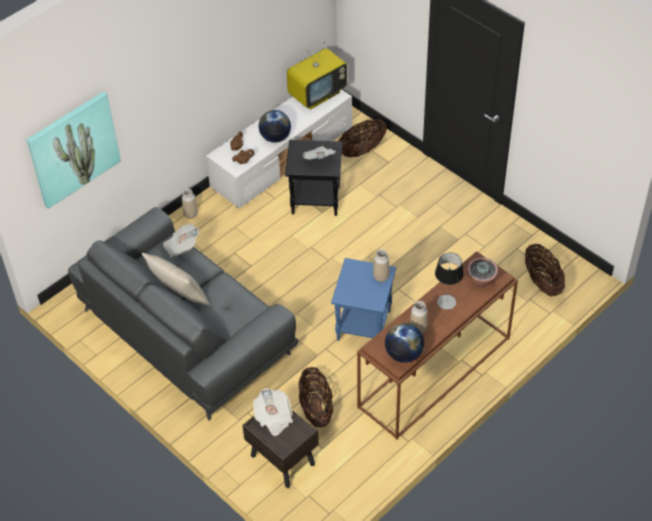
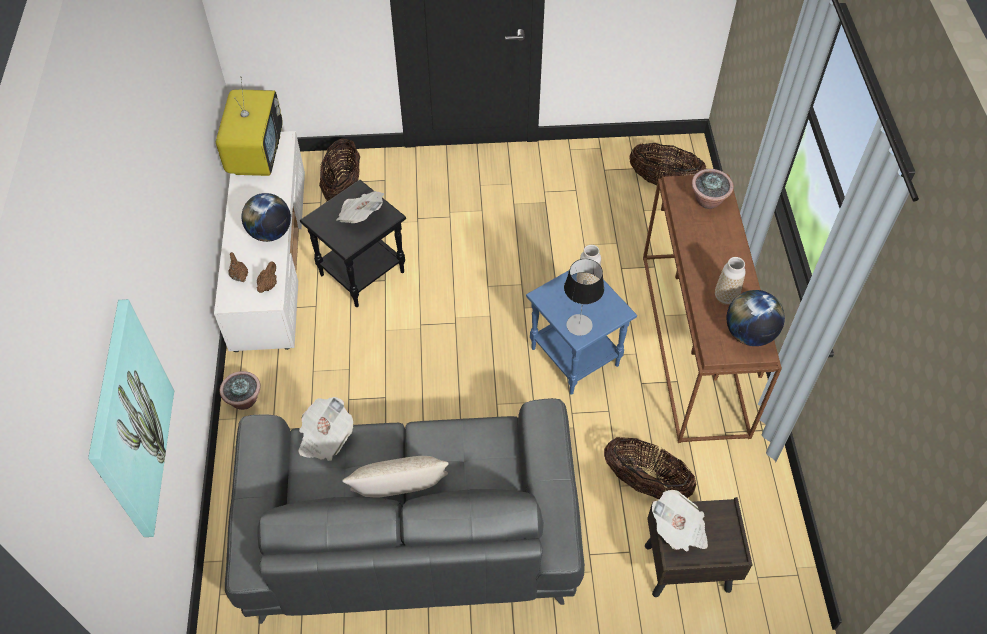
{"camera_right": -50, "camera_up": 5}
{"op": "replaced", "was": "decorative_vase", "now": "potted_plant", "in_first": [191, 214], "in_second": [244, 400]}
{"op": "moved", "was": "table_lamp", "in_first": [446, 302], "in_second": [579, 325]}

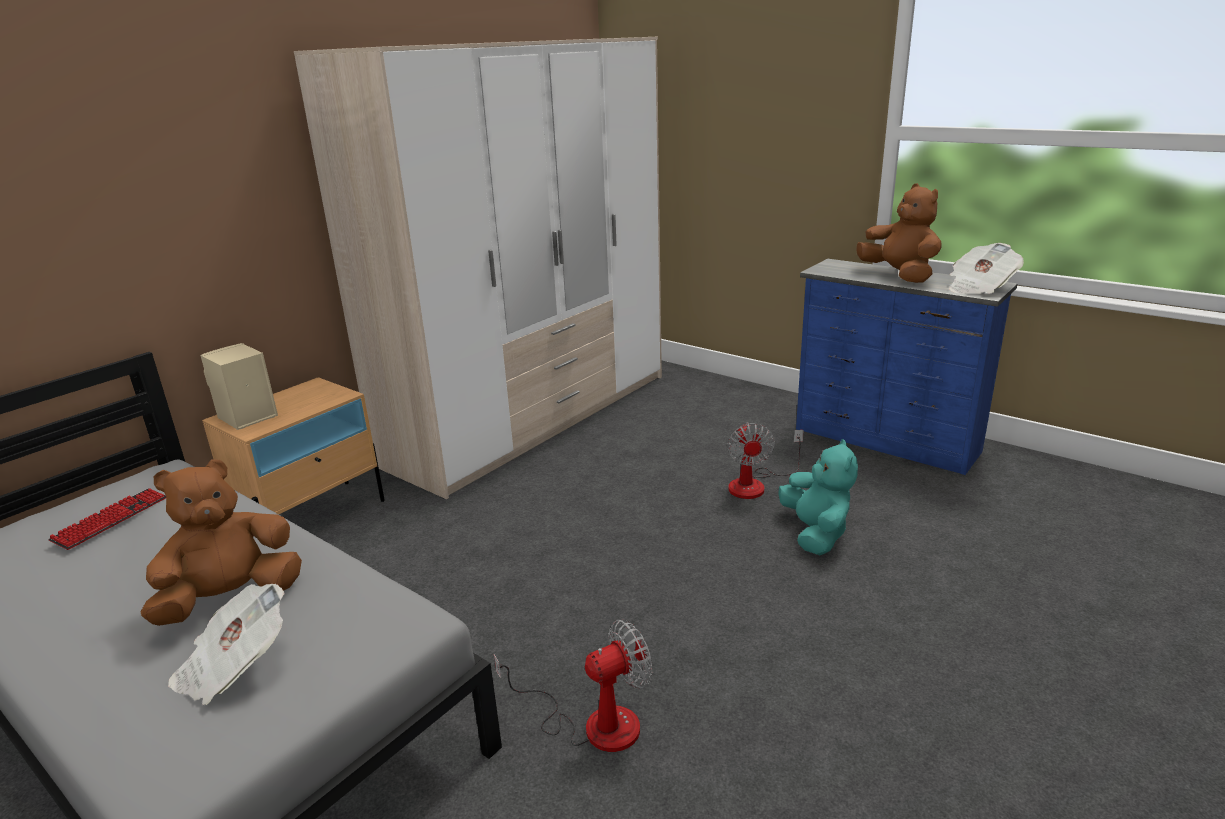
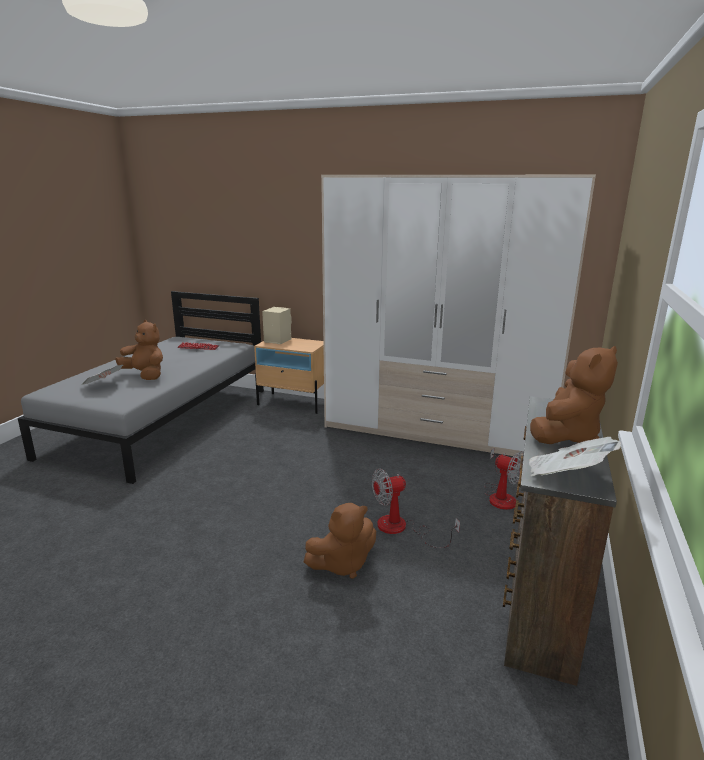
{"camera_right": 70, "camera_up": -5}
{"op": "recoloured", "was": "blue-coloured_drawer_chest", "now": "brown-coloured_drawer_chest", "in_first": [885, 441], "in_second": [538, 601]}
{"op": "recoloured", "was": "turquoise-coloured_soft_toy", "now": "brown-coloured_soft_toy", "in_first": [816, 533], "in_second": [342, 564]}
{"op": "moved", "was": "electric_fan", "in_first": [593, 723], "in_second": [501, 496]}

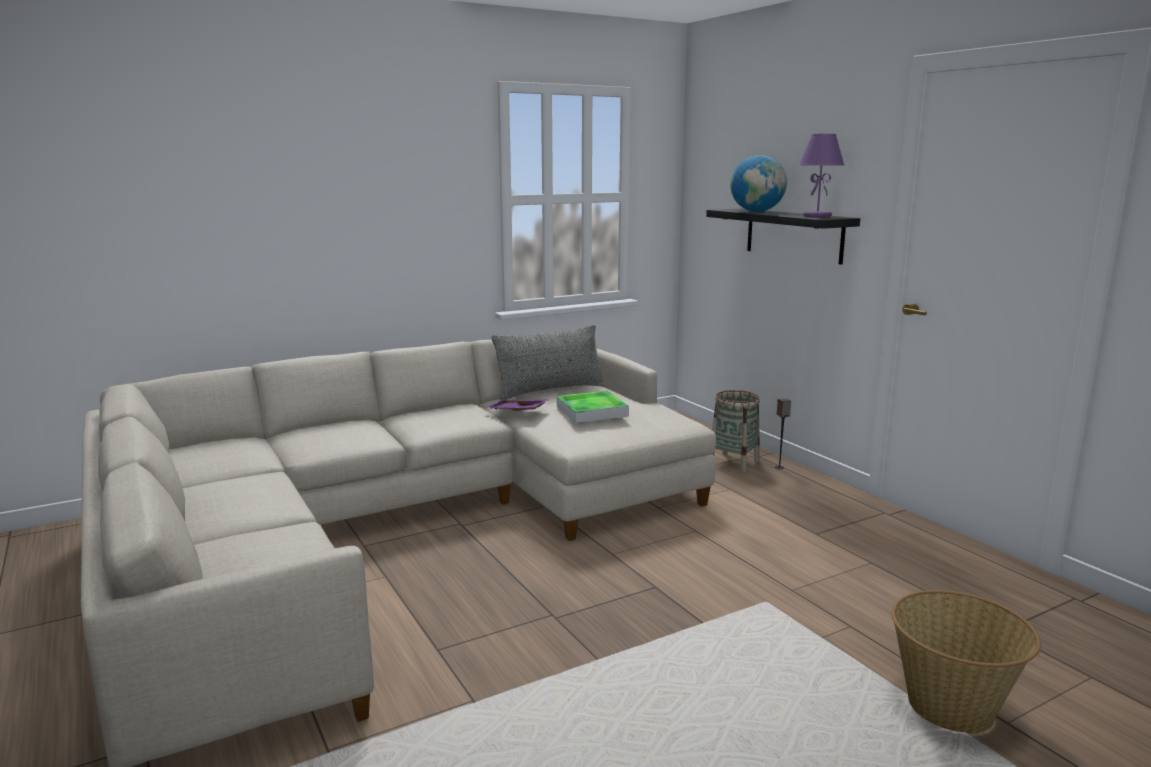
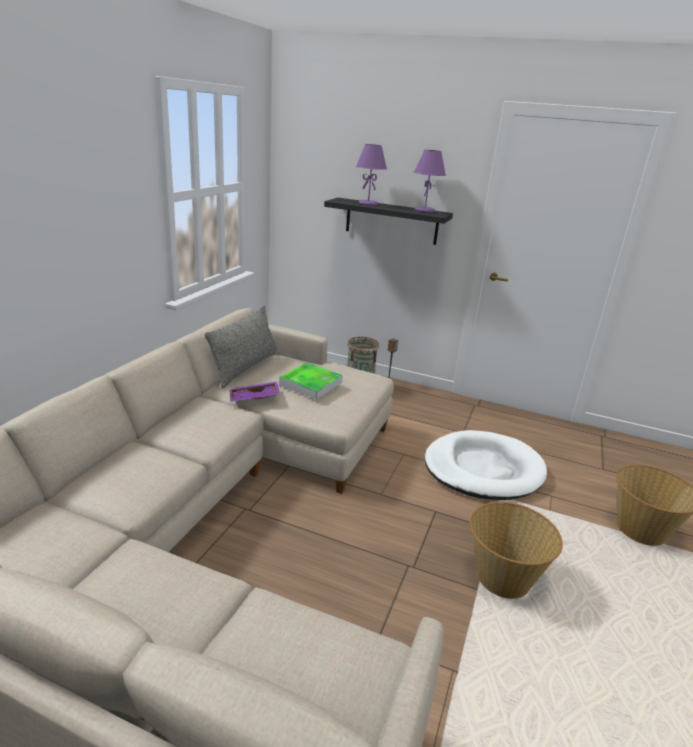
{"camera_right": -40, "camera_up": 10}
{"op": "replaced", "was": "globe", "now": "purple-coloured_table_lamp", "in_first": [757, 211], "in_second": [368, 204]}
{"op": "added", "now": "whitish_pet_bed", "in_second": [483, 469]}
{"op": "added", "now": "basket", "in_second": [502, 577]}

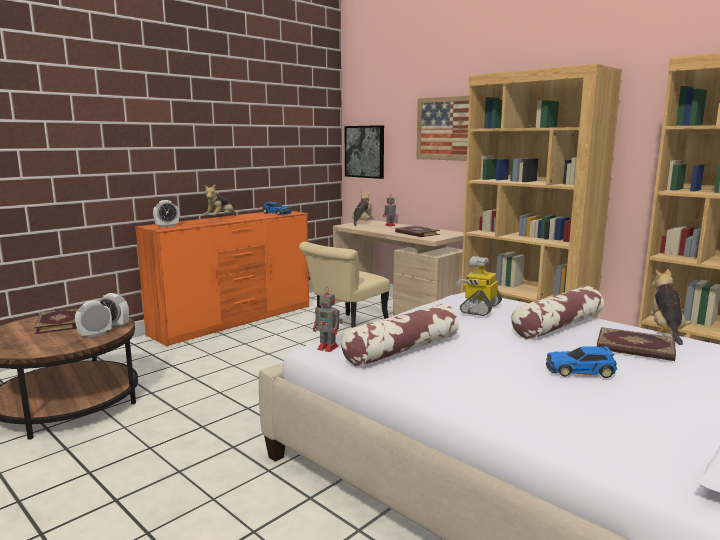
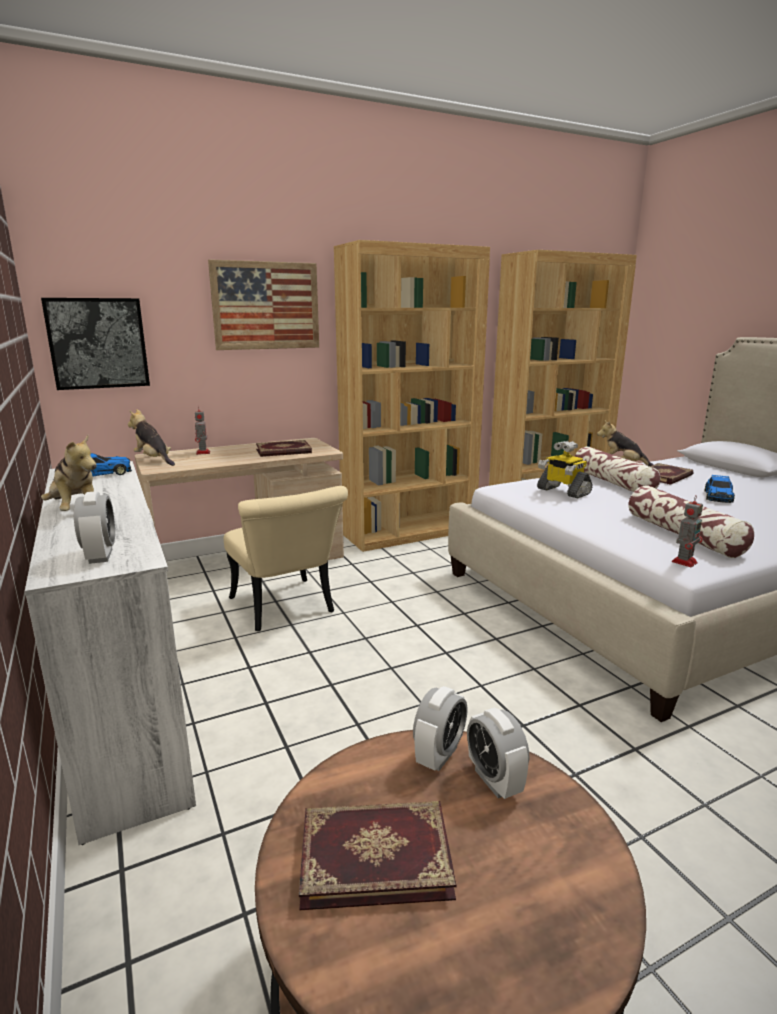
{"camera_right": -70, "camera_up": 5}
{"op": "recoloured", "was": "orange_drawer_chest", "now": "whitish_drawer_chest", "in_first": [234, 320], "in_second": [128, 702]}

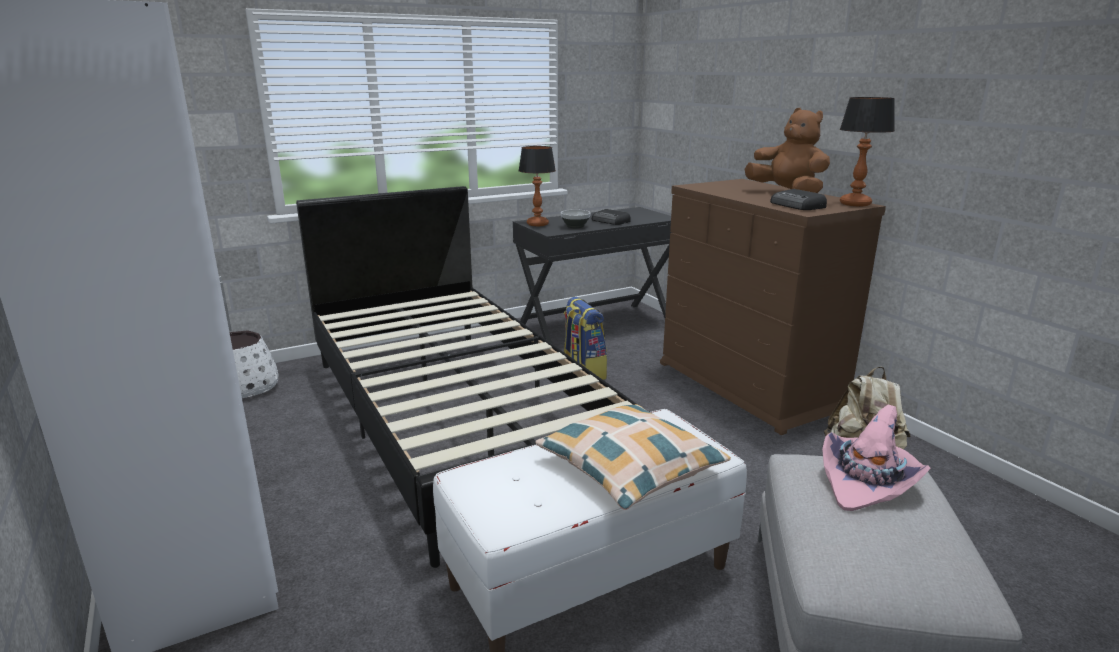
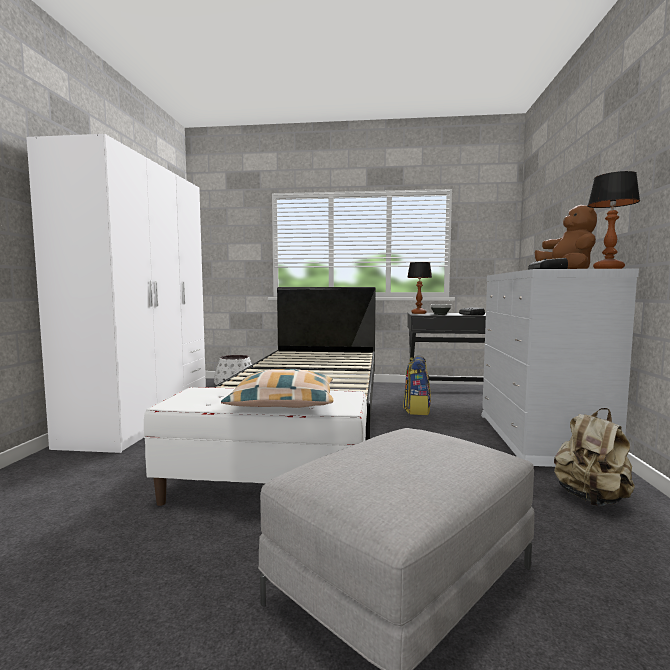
{"camera_right": 35, "camera_up": -15}
{"op": "recoloured", "was": "brown-coloured_drawer_chest", "now": "whitish_drawer_chest", "in_first": [750, 385], "in_second": [541, 439]}
{"op": "removed", "was": "pink-coloured_wearable_hat", "in_first": [867, 482]}

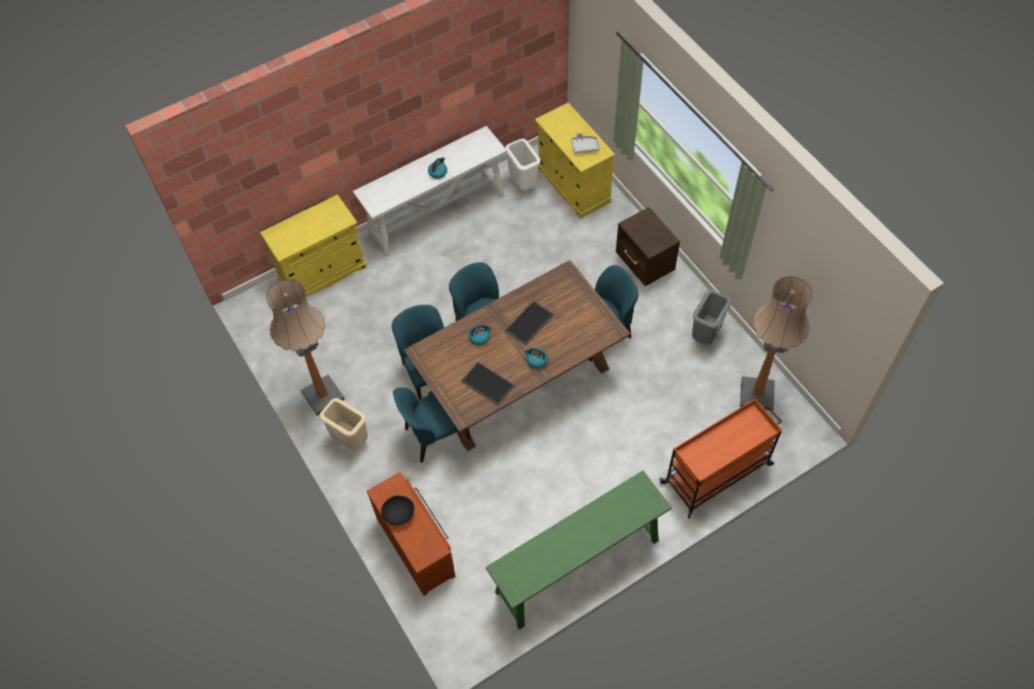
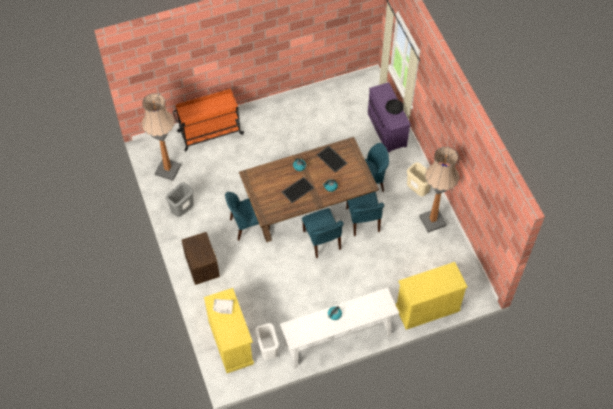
{"camera_right": -170, "camera_up": 0}
{"op": "removed", "was": "greenish_hall_table", "in_first": [576, 566]}
{"op": "recoloured", "was": "brown-coloured_drawer_chest", "now": "purple-coloured_drawer_chest", "in_first": [417, 545], "in_second": [385, 129]}

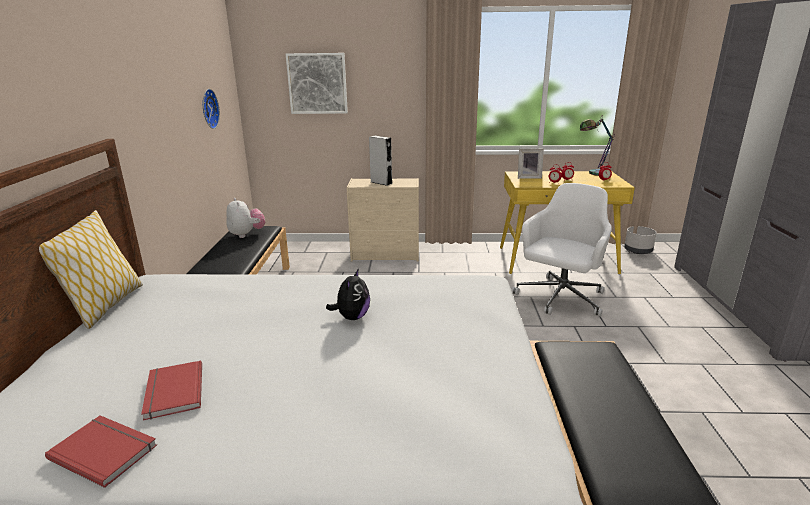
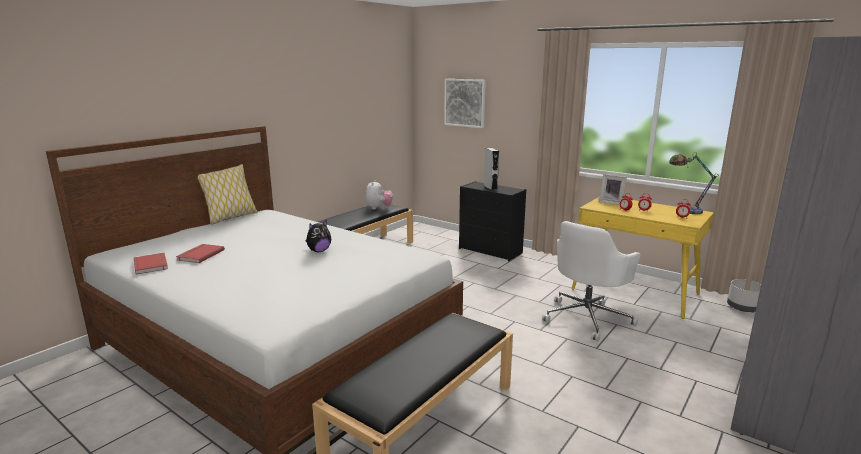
{"camera_right": 35, "camera_up": -5}
{"op": "removed", "was": "clock_on_the_wall", "in_first": [208, 109]}
{"op": "recoloured", "was": "beige_drawer_chest", "now": "black-coloured_drawer_chest", "in_first": [386, 255], "in_second": [491, 251]}
{"op": "turned", "was": "whitish_desk_chair", "in_first": [560, 298], "in_second": [587, 318], "clockwise": 150}

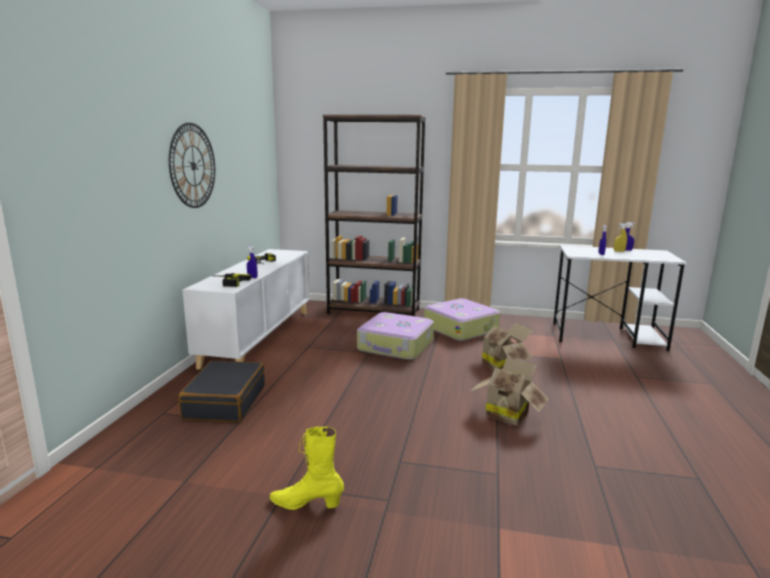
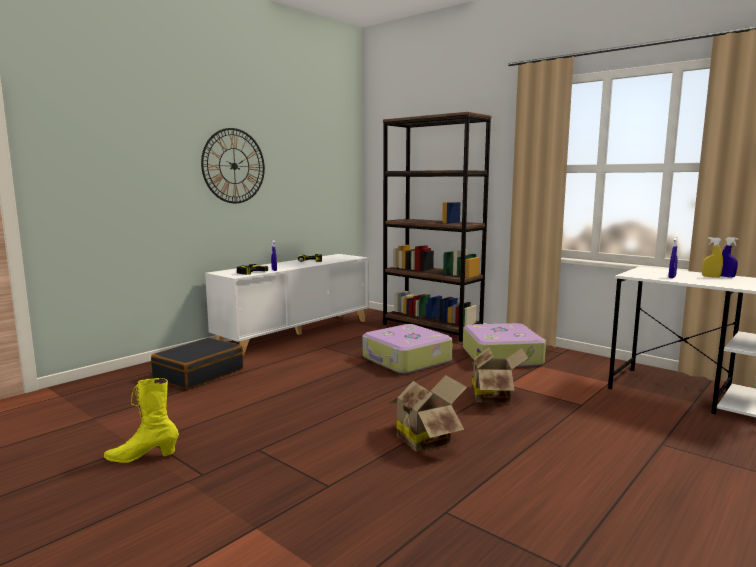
{"camera_right": 30, "camera_up": -5}
{"op": "turned", "was": "yellow_high-top_boot", "in_first": [306, 504], "in_second": [142, 457], "clockwise": -45}

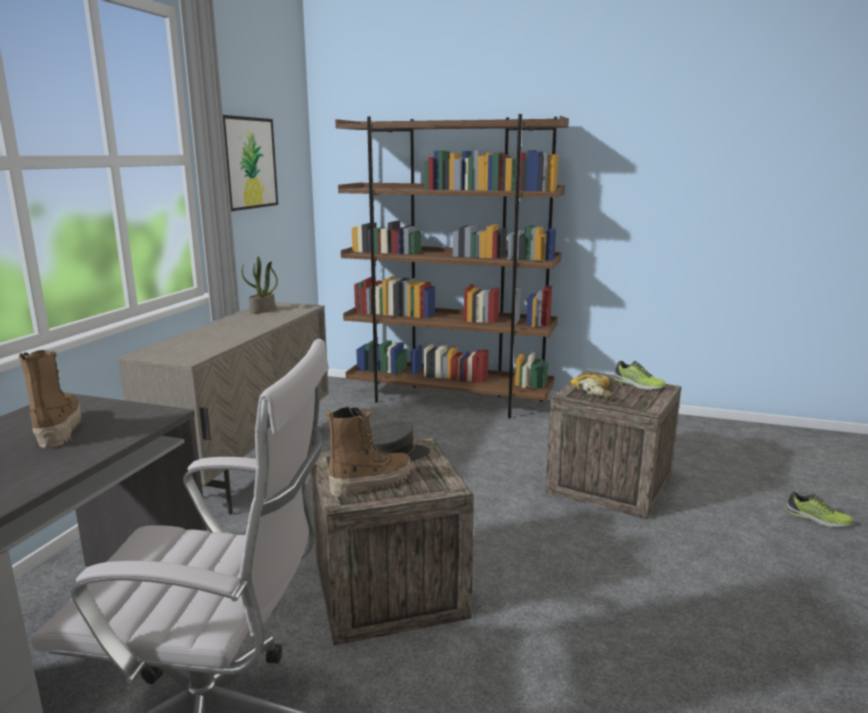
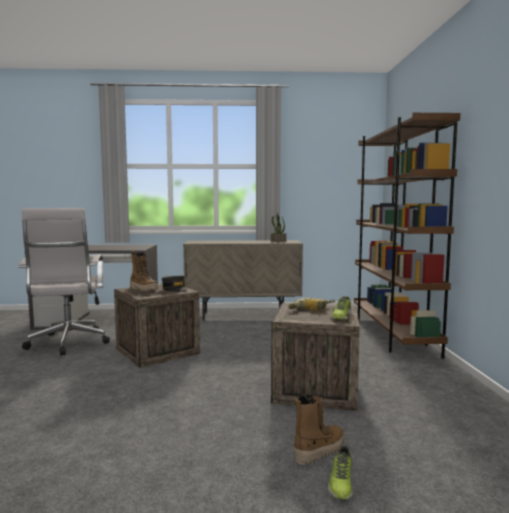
{"camera_right": 70, "camera_up": -10}
{"op": "removed", "was": "wall_picture", "in_first": [247, 163]}
{"op": "moved", "was": "high-top_boot", "in_first": [58, 430], "in_second": [319, 451]}

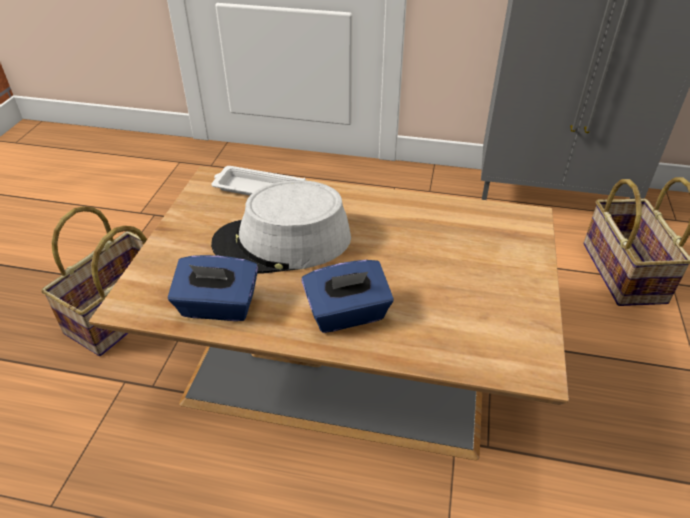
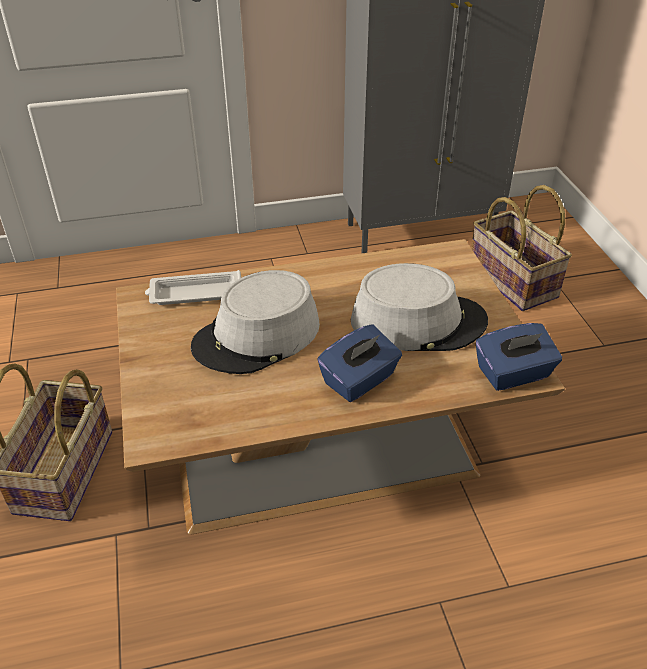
{"camera_right": -25, "camera_up": 0}
{"op": "moved", "was": "blue-coloured_tissue_holder", "in_first": [218, 307], "in_second": [513, 374]}
{"op": "added", "now": "greyish_wearable_hat", "in_second": [418, 321]}

